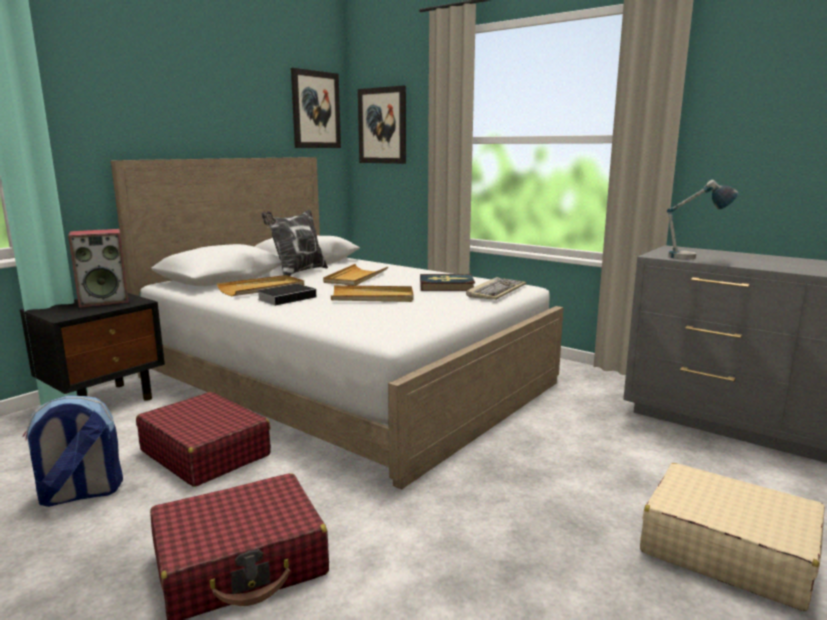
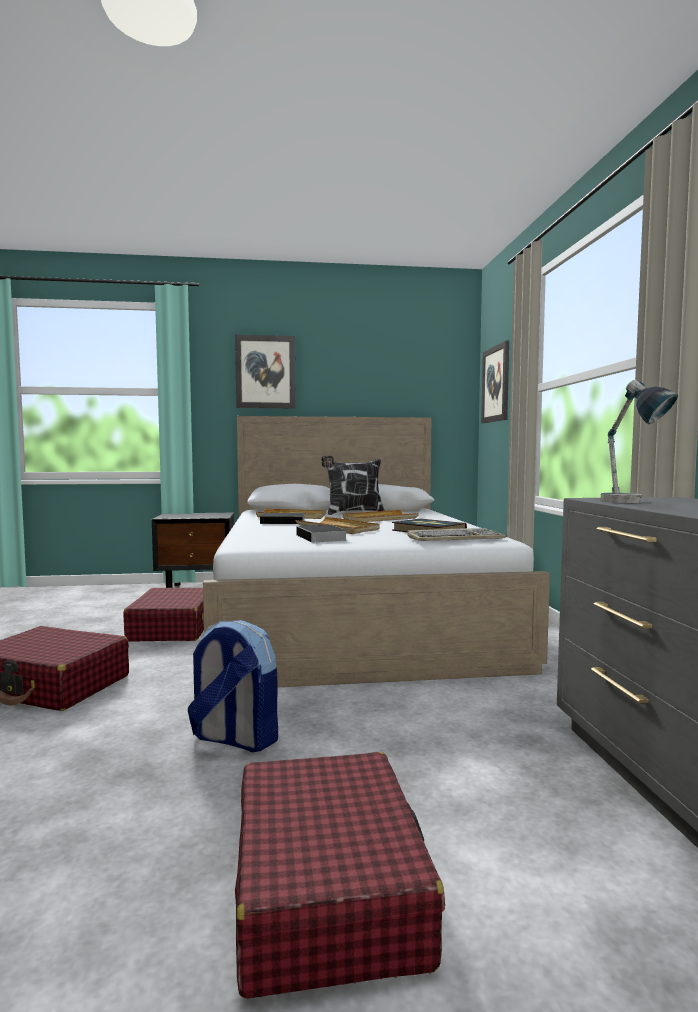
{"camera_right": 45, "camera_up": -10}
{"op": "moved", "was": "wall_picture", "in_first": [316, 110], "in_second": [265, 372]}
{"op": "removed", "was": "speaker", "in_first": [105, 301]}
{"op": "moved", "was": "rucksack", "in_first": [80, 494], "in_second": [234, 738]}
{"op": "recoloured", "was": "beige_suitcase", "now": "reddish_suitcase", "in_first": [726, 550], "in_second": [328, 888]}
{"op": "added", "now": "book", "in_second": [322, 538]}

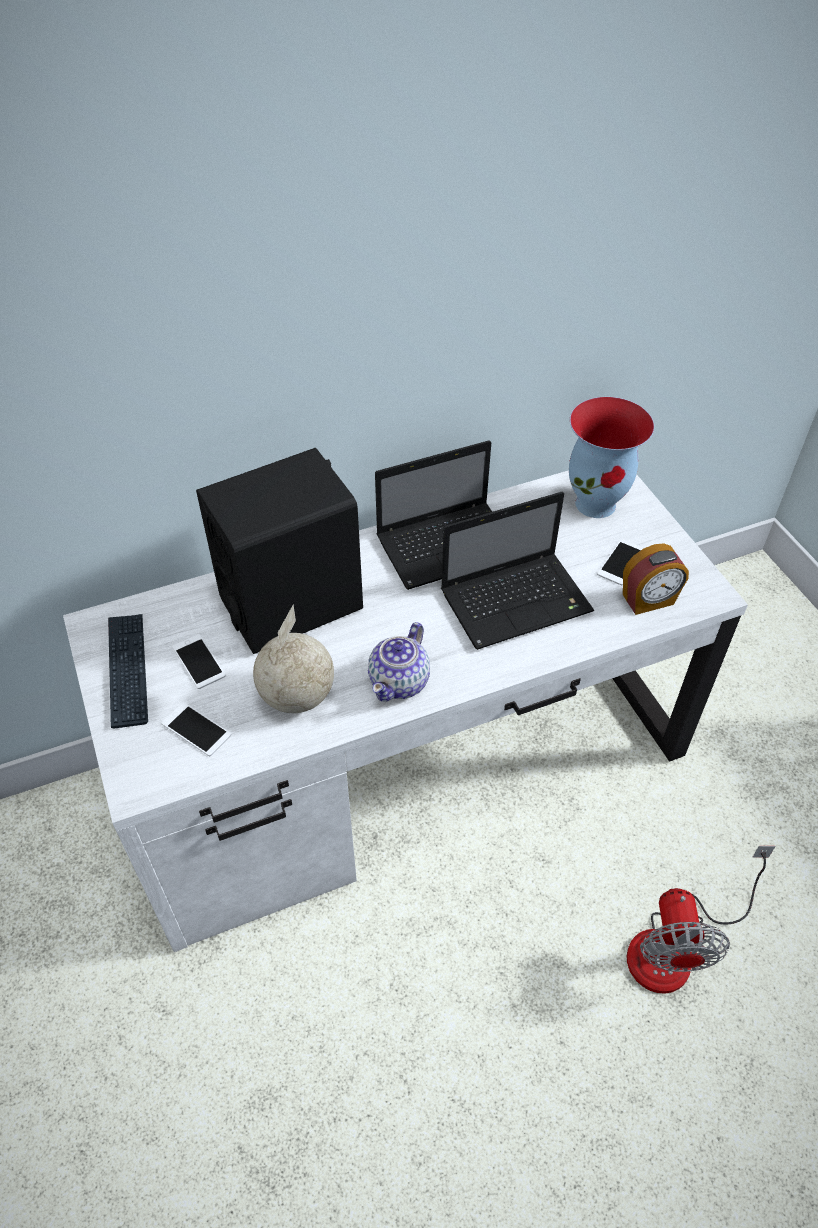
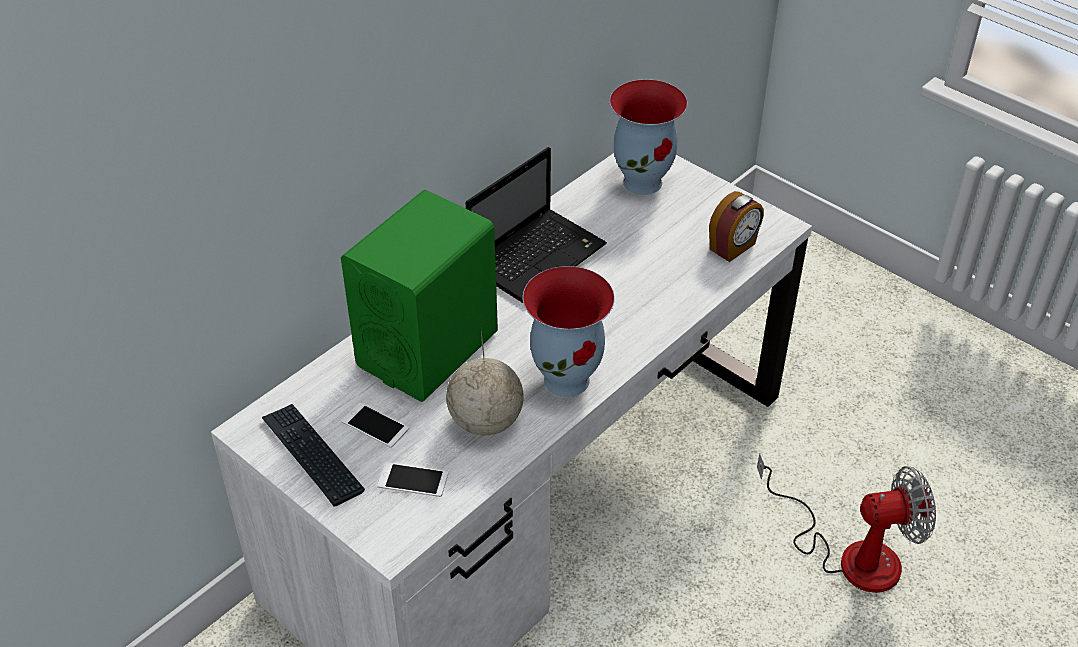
{"camera_right": -25, "camera_up": -5}
{"op": "recoloured", "was": "black-coloured_speaker", "now": "greenish_speaker", "in_first": [292, 603], "in_second": [428, 349]}
{"op": "removed", "was": "laptop", "in_first": [518, 600]}
{"op": "removed", "was": "handset", "in_first": [621, 562]}
{"op": "replaced", "was": "pot_for_tea", "now": "decorative_vase", "in_first": [400, 681], "in_second": [568, 379]}
{"op": "turned", "was": "electric_fan", "in_first": [675, 946], "in_second": [850, 554], "clockwise": -75}

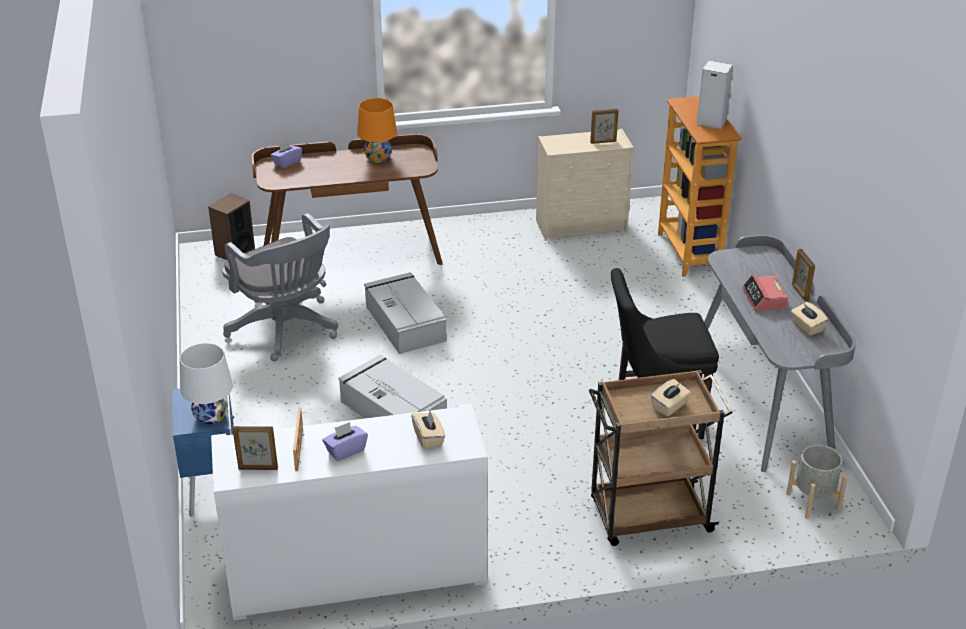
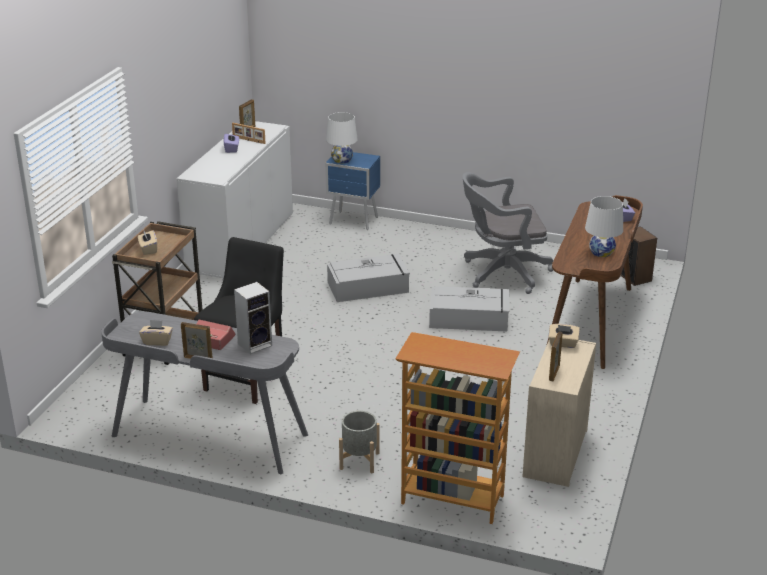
{"camera_right": 120, "camera_up": -5}
{"op": "moved", "was": "speaker", "in_first": [710, 122], "in_second": [255, 344]}
{"op": "recoloured", "was": "orange_table_lamp", "now": "whitish_table_lamp", "in_first": [378, 158], "in_second": [601, 252]}
{"op": "moved", "was": "beige_tissue_holder", "in_first": [428, 438], "in_second": [563, 344]}
{"op": "moved", "was": "greyish_plant_pot", "in_first": [813, 501], "in_second": [360, 461]}

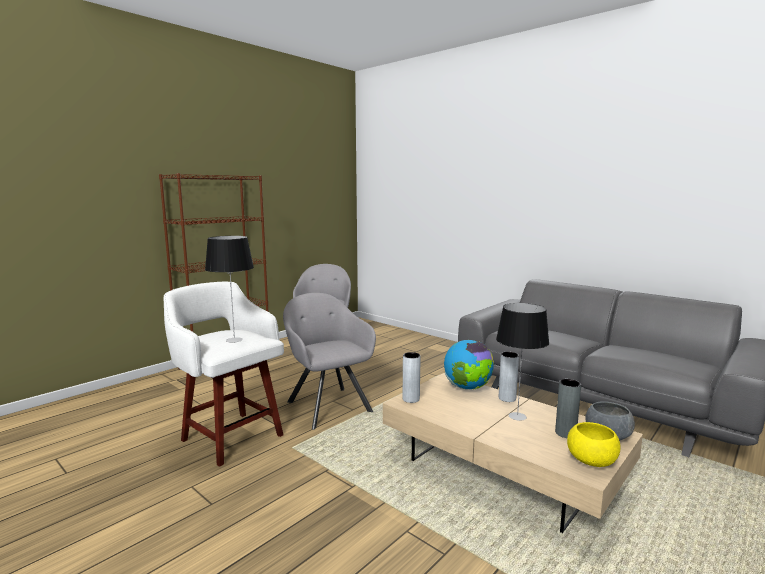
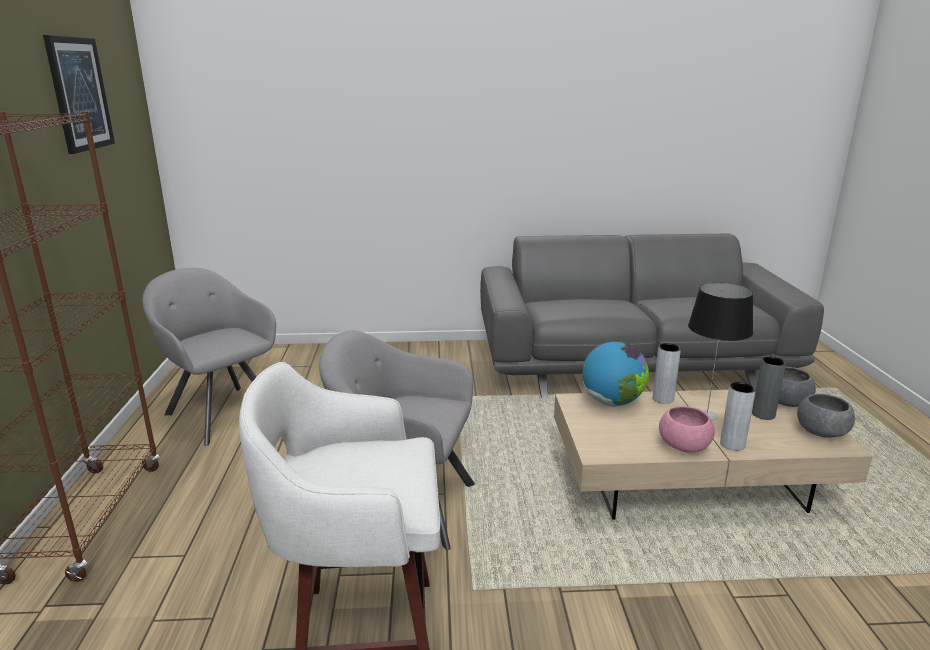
{"camera_right": -45, "camera_up": 10}
{"op": "removed", "was": "table_lamp", "in_first": [235, 340]}
{"op": "moved", "was": "greyish_decorative_vase", "in_first": [411, 399], "in_second": [732, 444]}
{"op": "recoloured", "was": "yellow_deep_dish", "now": "greyish_deep_dish", "in_first": [592, 461], "in_second": [821, 432]}
{"op": "added", "now": "wall_picture", "in_second": [79, 94]}
{"op": "added", "now": "pink-coloured_deep_dish", "in_second": [684, 446]}

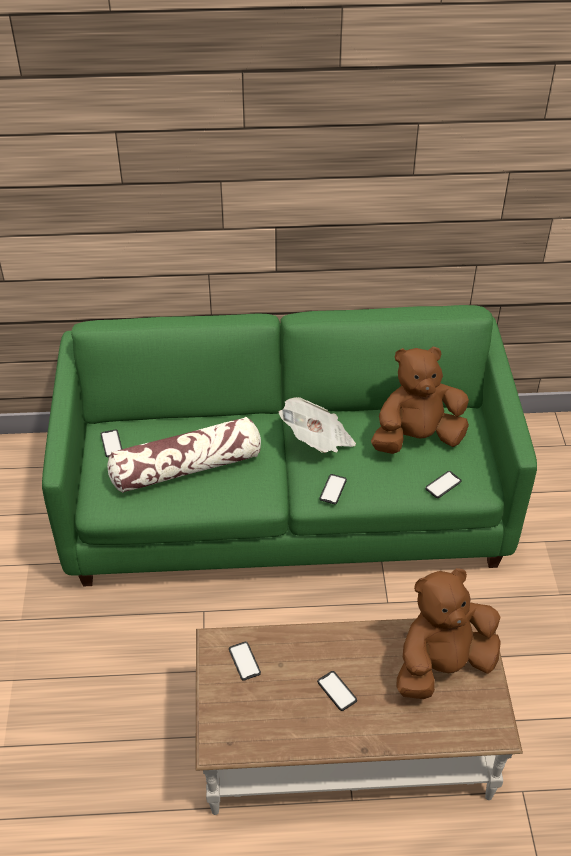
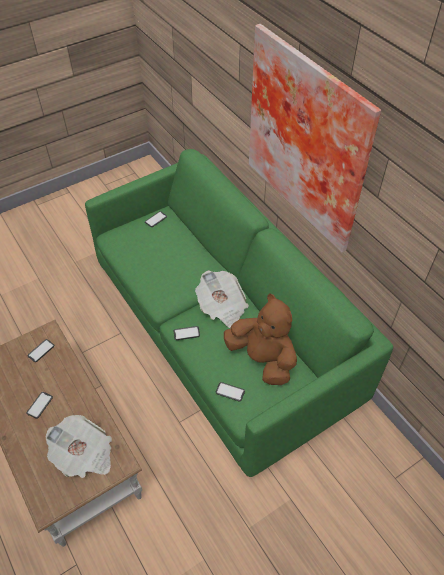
{"camera_right": 60, "camera_up": 5}
{"op": "removed", "was": "pillow", "in_first": [187, 467]}
{"op": "replaced", "was": "brown-coloured_soft_toy", "now": "newspaper", "in_first": [442, 665], "in_second": [84, 455]}
{"op": "added", "now": "wall_picture", "in_second": [309, 139]}

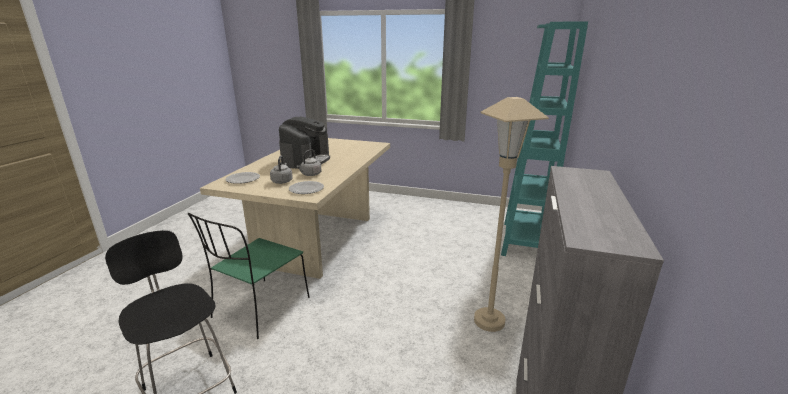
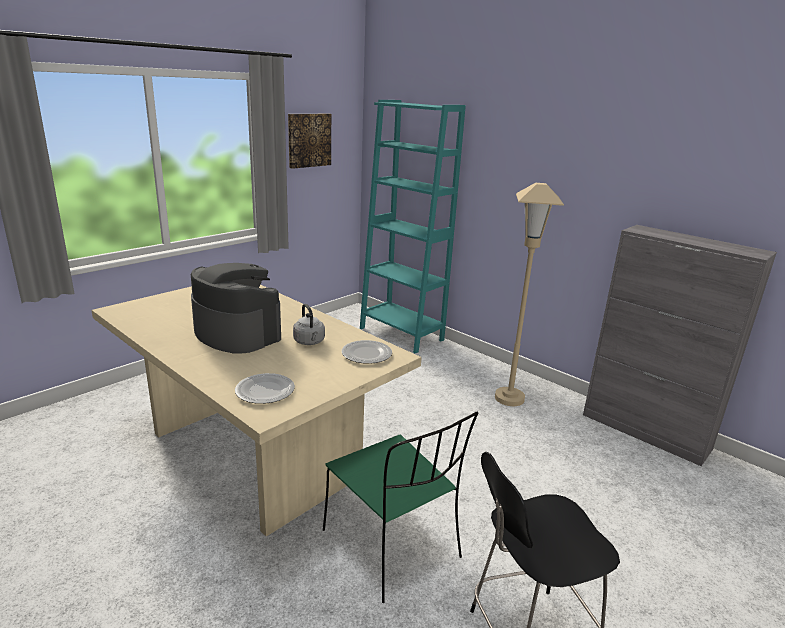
{"camera_right": -65, "camera_up": 0}
{"op": "removed", "was": "greyish_water_kettle", "in_first": [282, 181]}
{"op": "added", "now": "wall_picture", "in_second": [309, 140]}

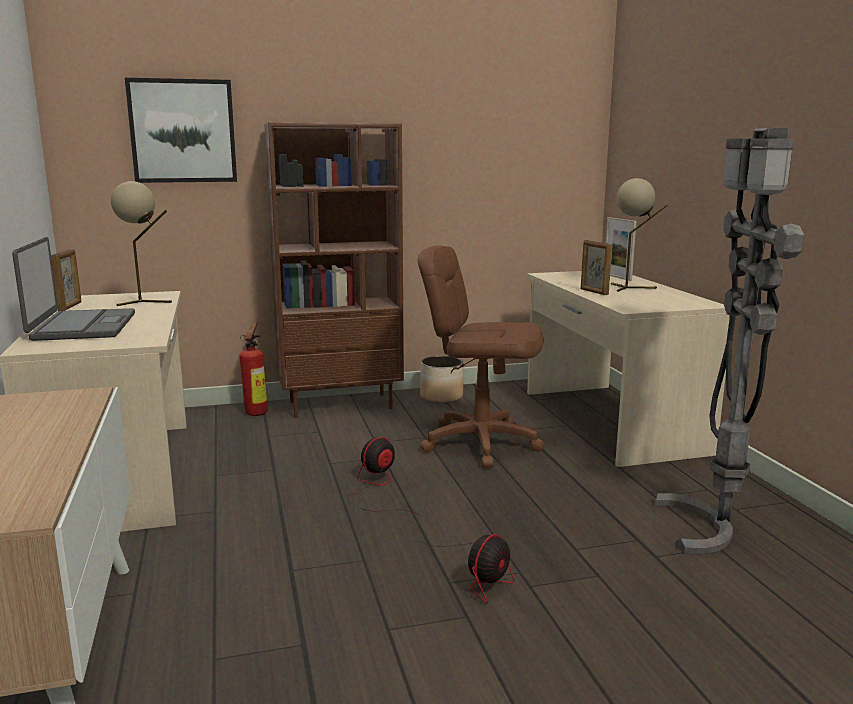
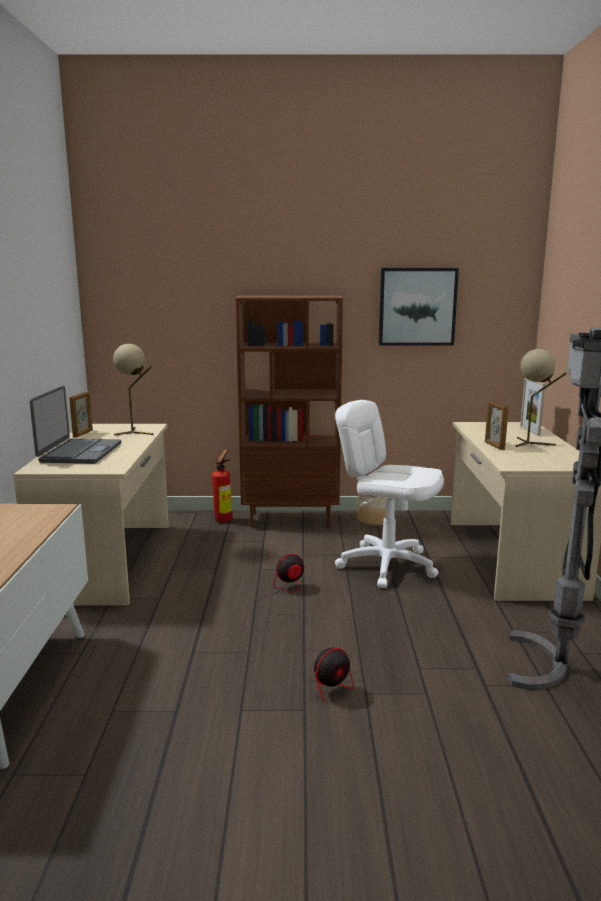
{"camera_right": 15, "camera_up": 0}
{"op": "moved", "was": "wall_picture", "in_first": [183, 131], "in_second": [417, 307]}
{"op": "recoloured", "was": "brown-coloured_desk_chair", "now": "whitish_desk_chair", "in_first": [480, 443], "in_second": [387, 565]}

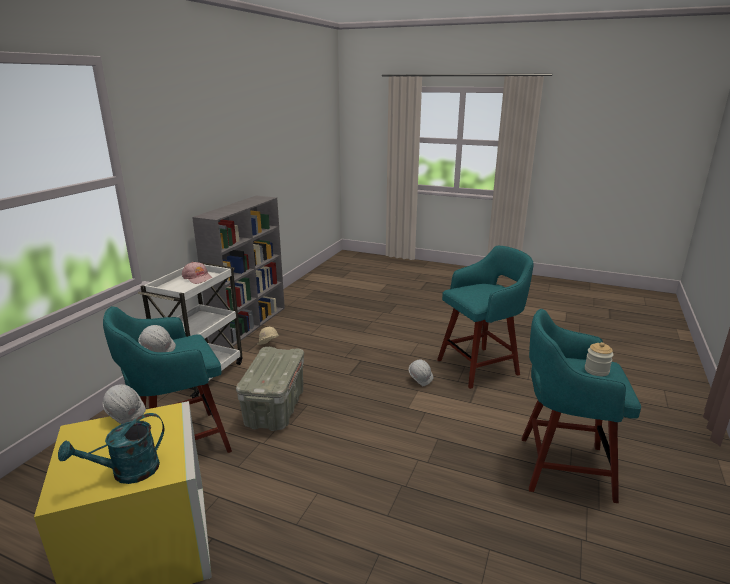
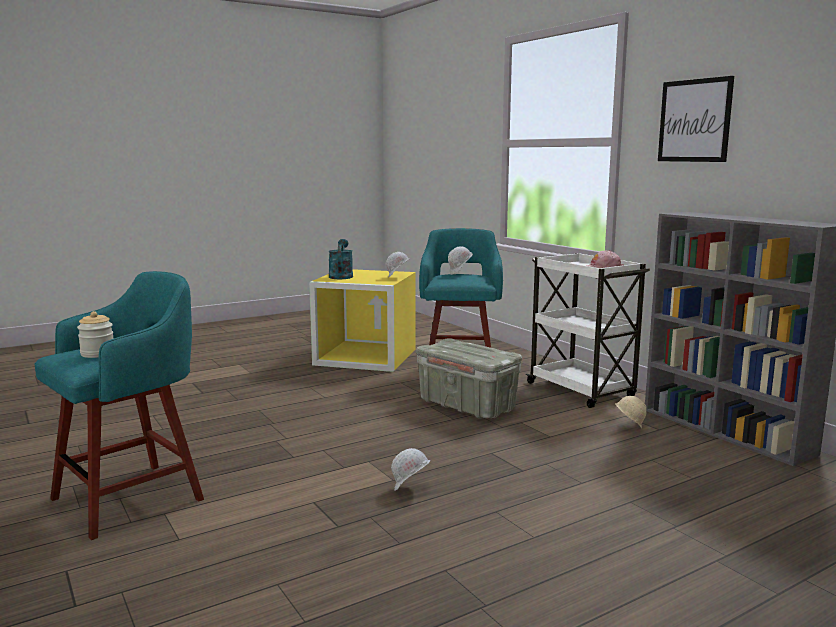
{"camera_right": 125, "camera_up": -10}
{"op": "removed", "was": "turquoise-coloured_stool", "in_first": [480, 366]}
{"op": "added", "now": "wall_picture", "in_second": [694, 120]}

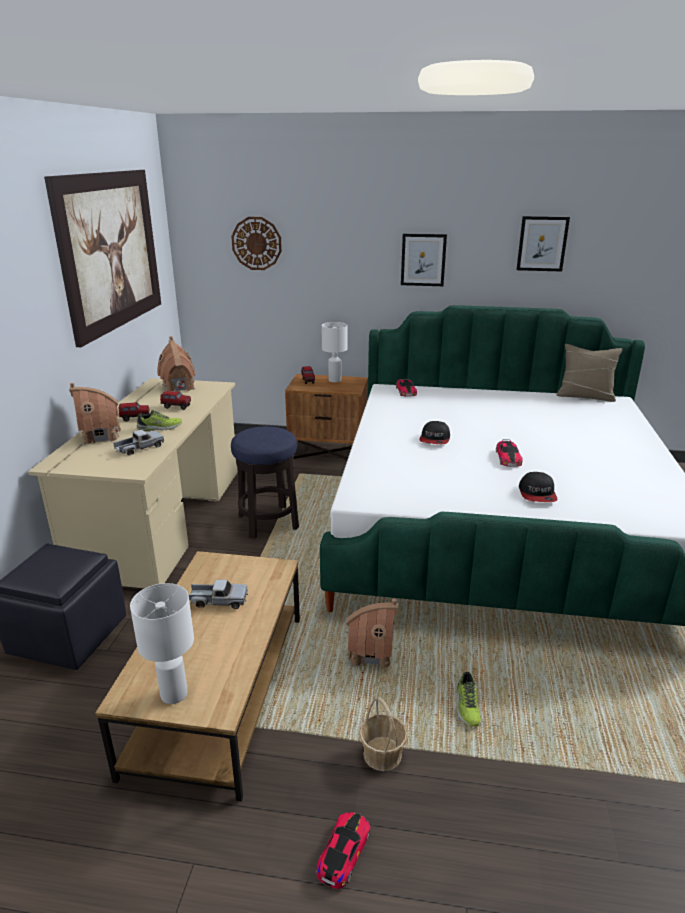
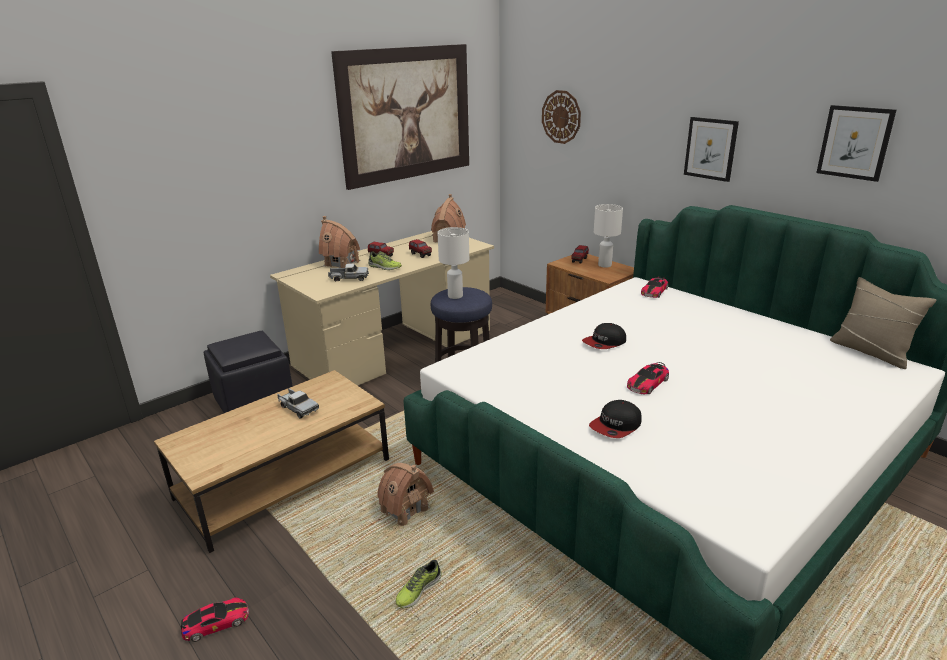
{"camera_right": 40, "camera_up": 0}
{"op": "moved", "was": "whitish_table_lamp", "in_first": [173, 694], "in_second": [455, 296]}
{"op": "removed", "was": "basket", "in_first": [382, 754]}

